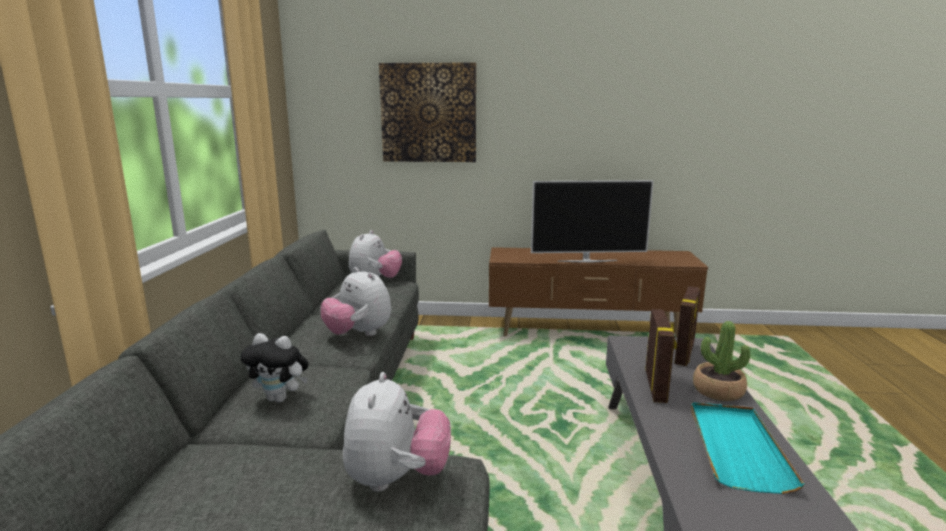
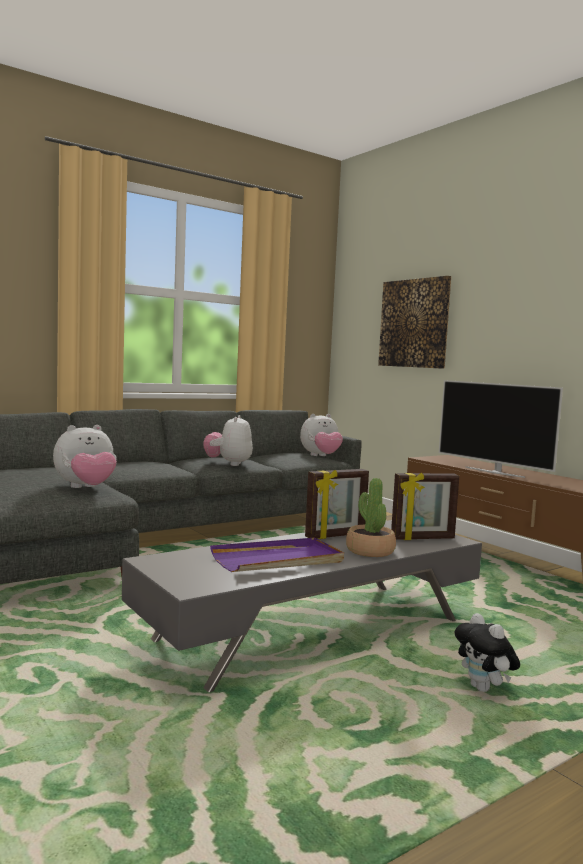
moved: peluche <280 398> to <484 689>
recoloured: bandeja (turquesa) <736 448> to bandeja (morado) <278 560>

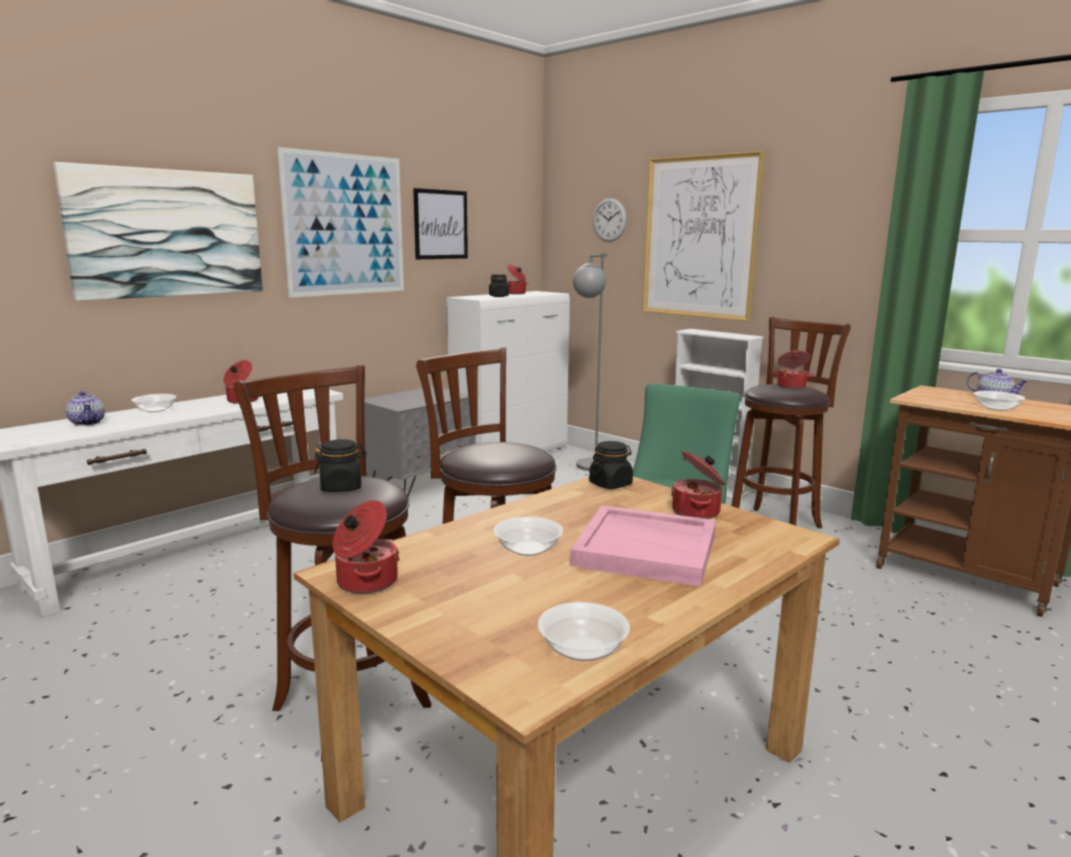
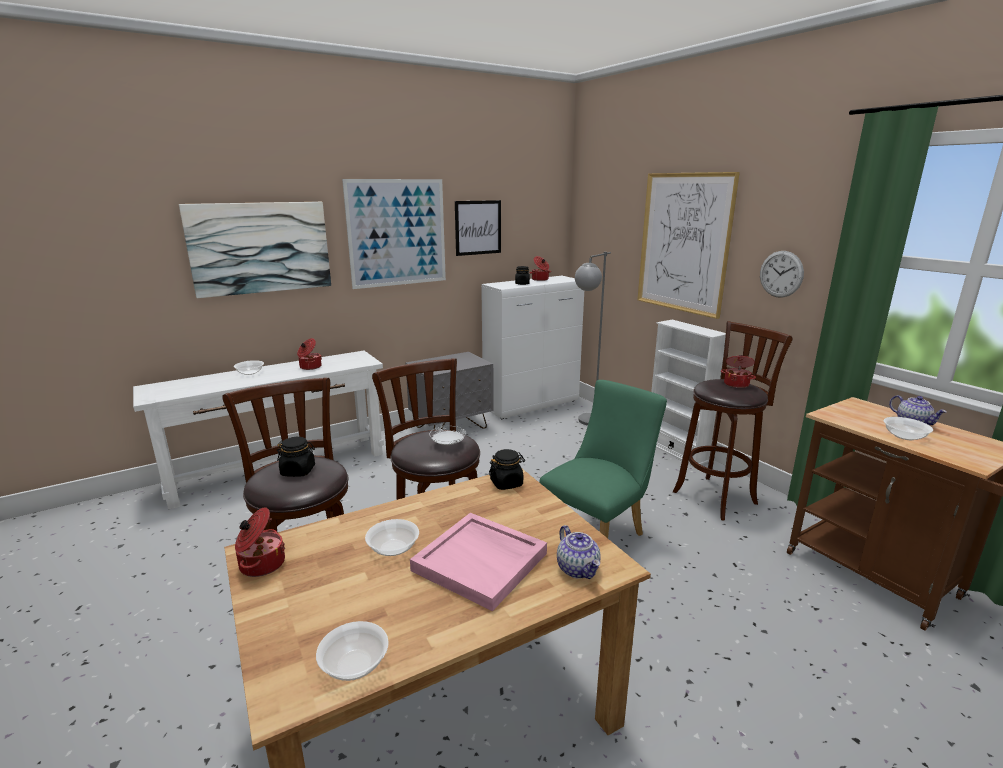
removed: olla <697 512>
added: plato (blanco) <448 444>
moved: tetera <88 423> to <578 569>; reloj de pared <609 220> to <781 274>

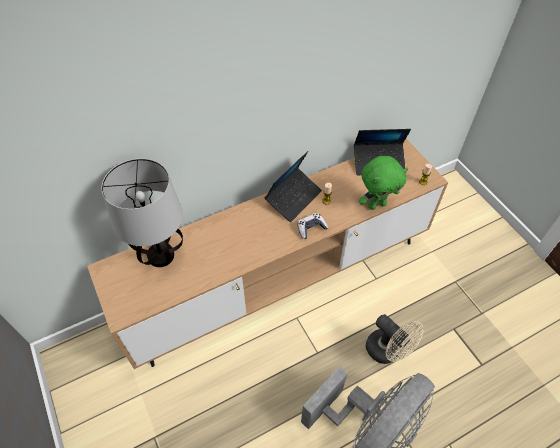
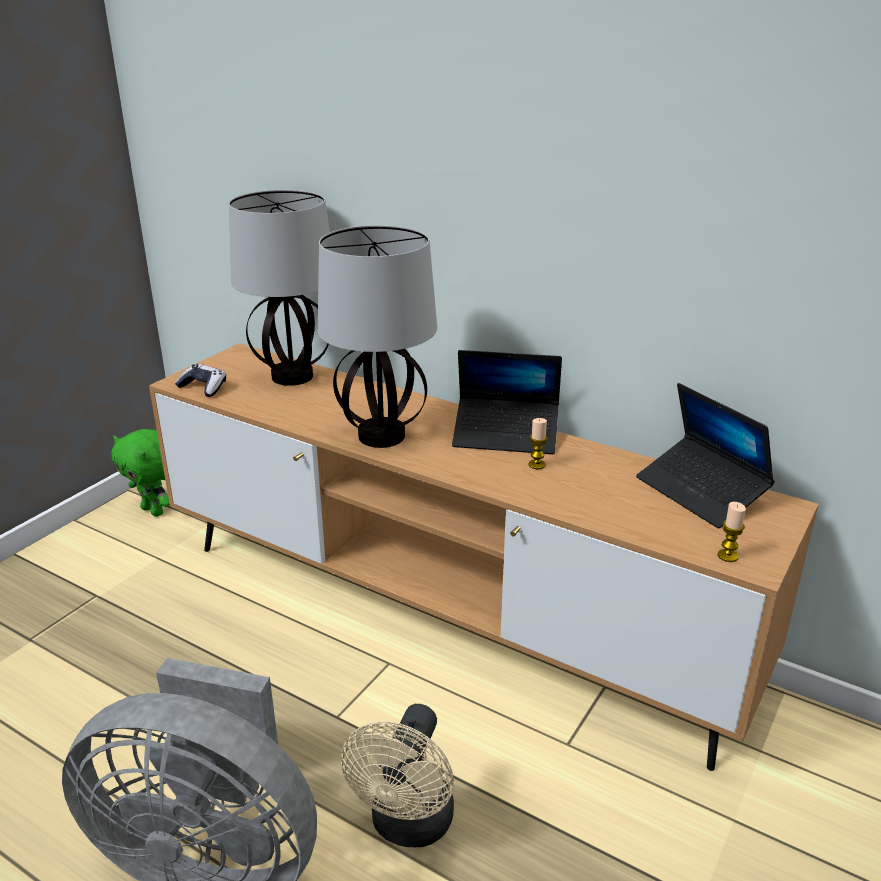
added: lámpara de mesa <380 436>
moved: mando de consola <311 228> to <203 387>; peluche (verde) <376 204> to <154 511>

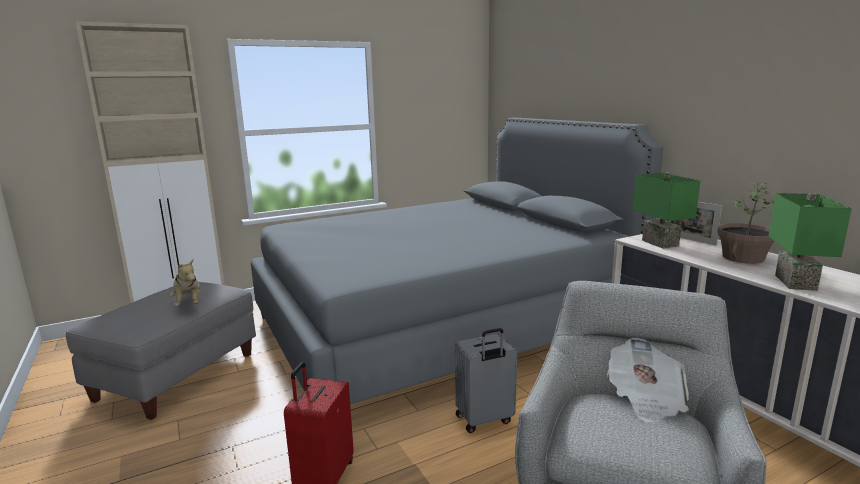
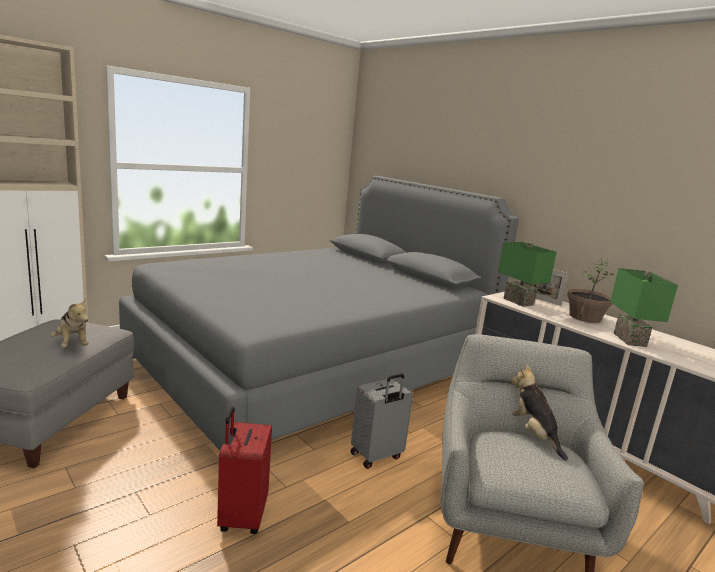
replaced: periódico <645 398> to peluche <533 434>

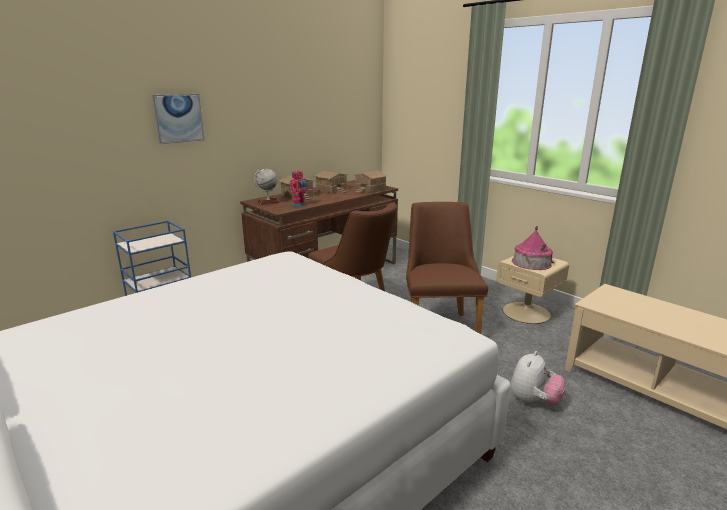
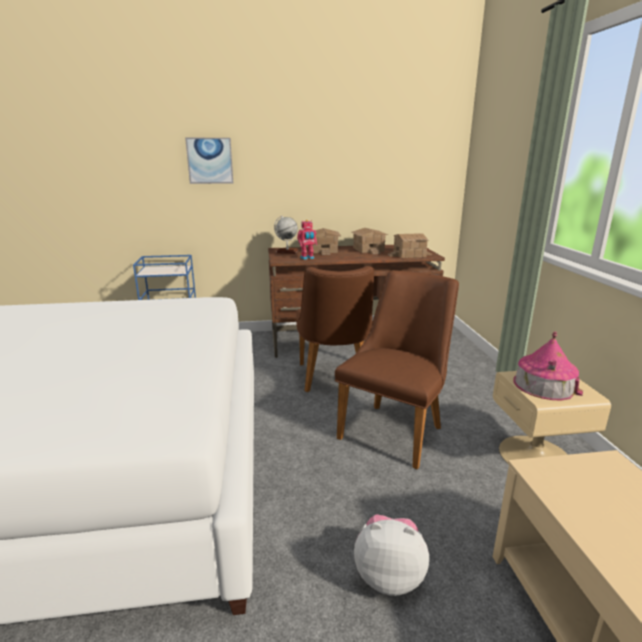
turned: peluche <533 401> = <389 575> 150 degrees counterclockwise

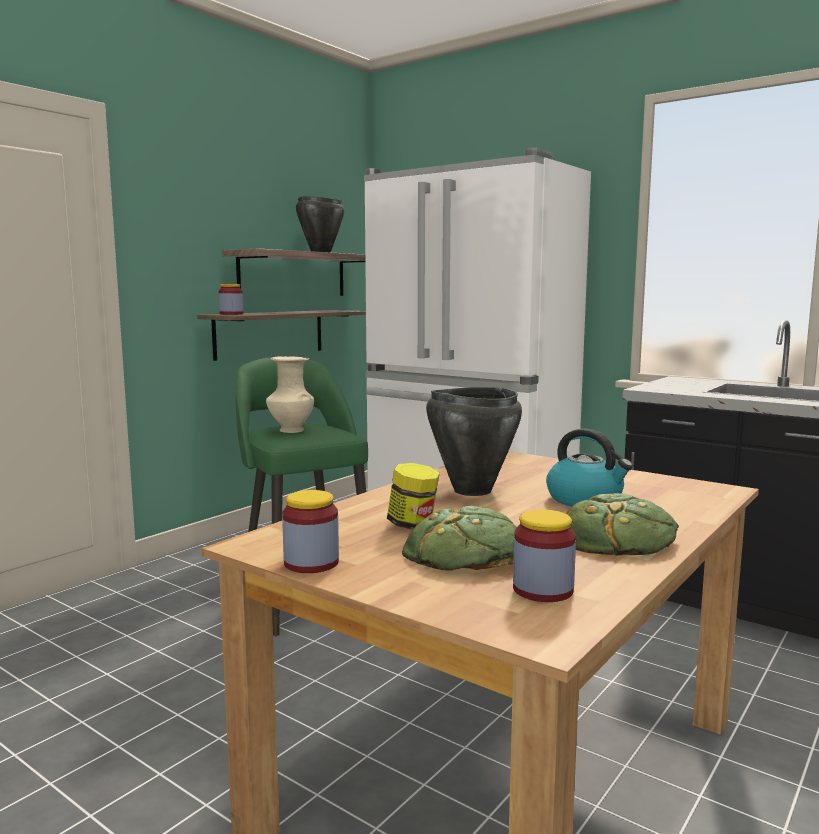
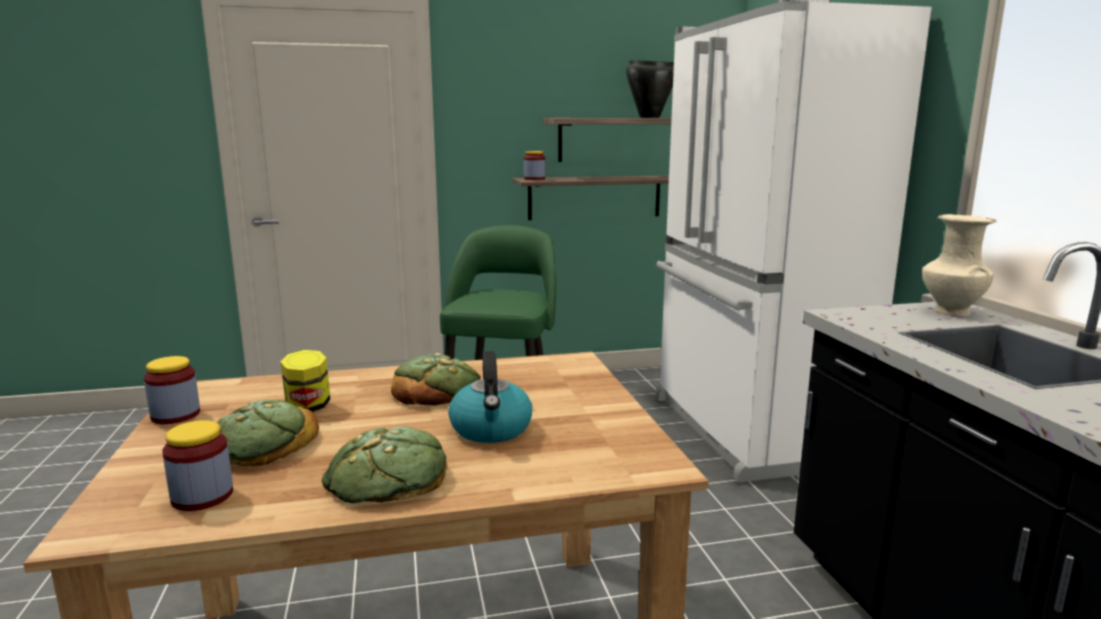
moved: florero (beis) <290 430> to <950 311>
replaced: olla (negro) <471 491> to pan <437 389>

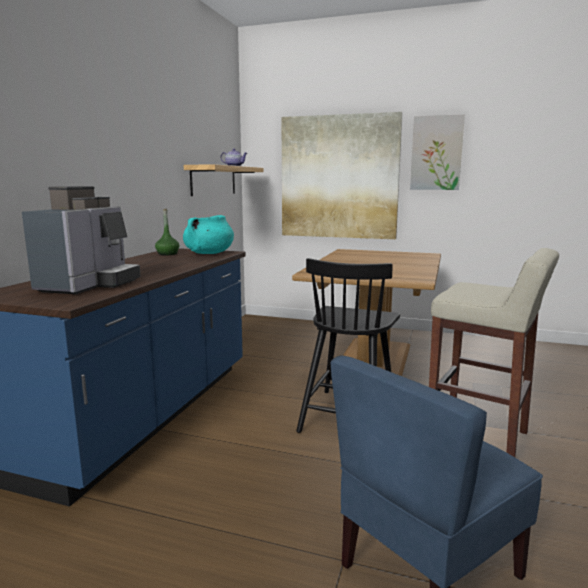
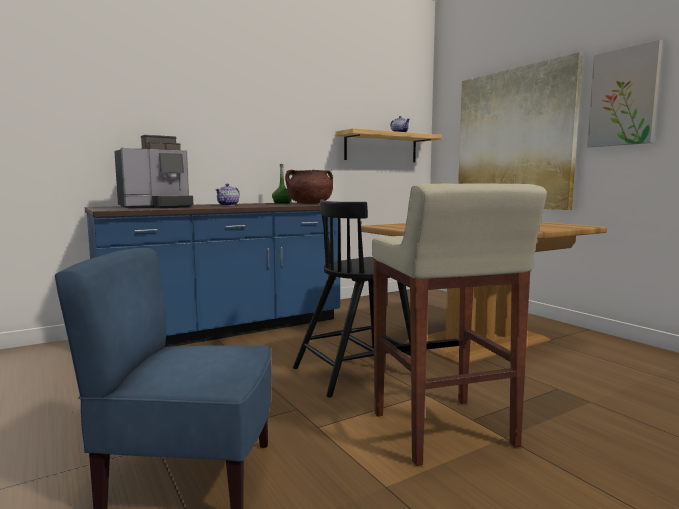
added: tetera <228 205>
recoloured: olla (turquesa) <209 253> to olla (marrón) <310 204>

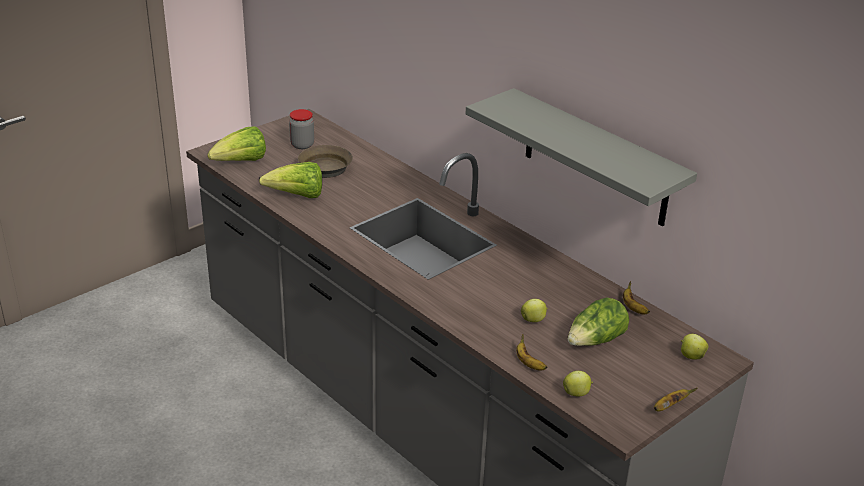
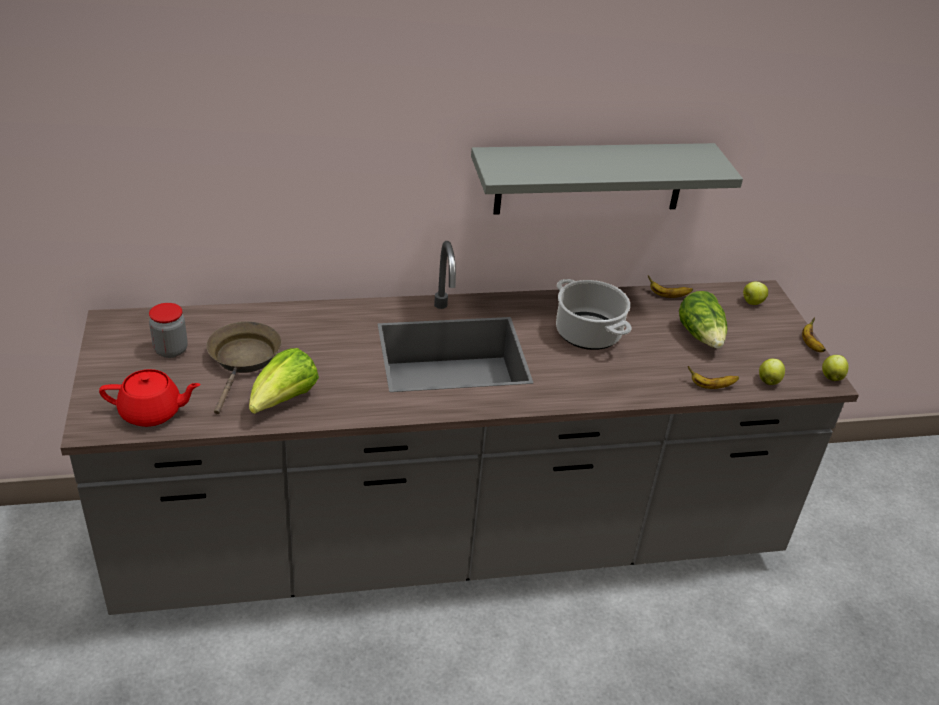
added: olla <587 333>
moved: manzana <533 320> to <831 377>
replaced: lechuga <241 162> to tetera (rojo) <152 412>

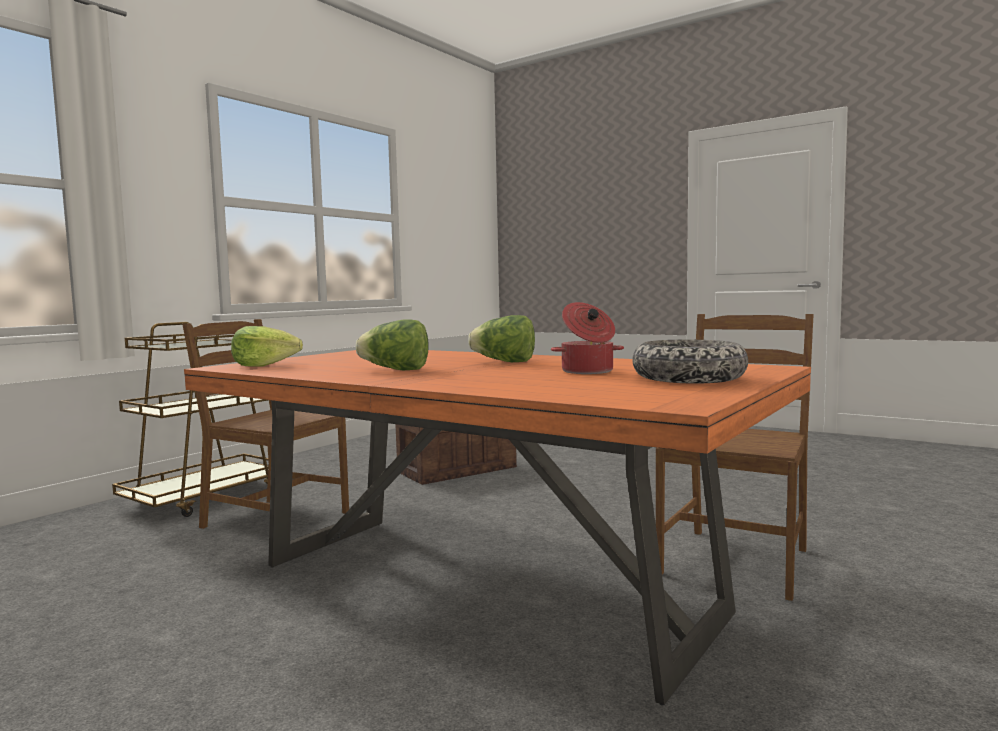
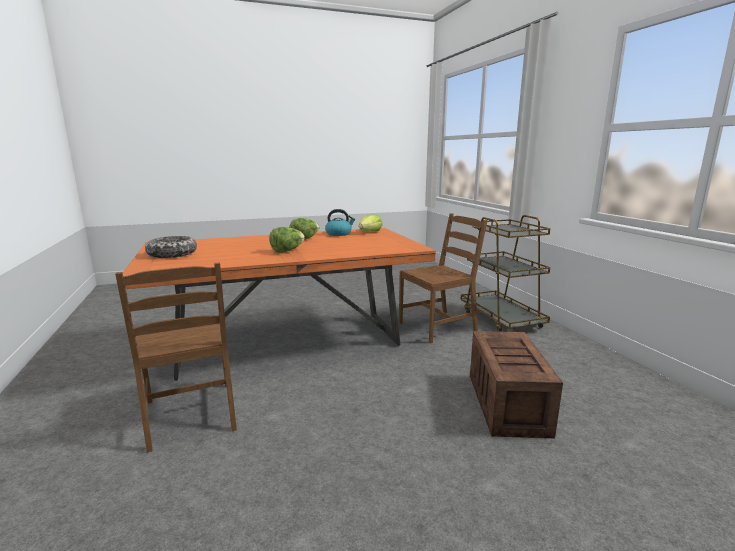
removed: olla <587 371>
added: hervidor <339 234>

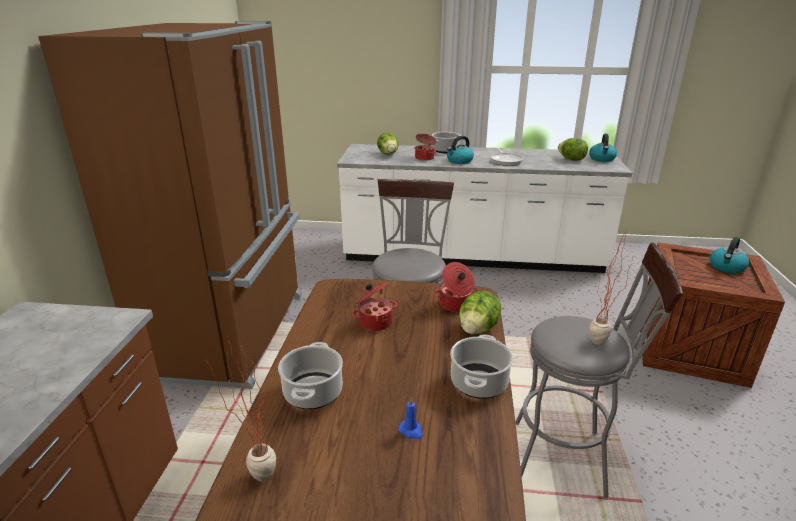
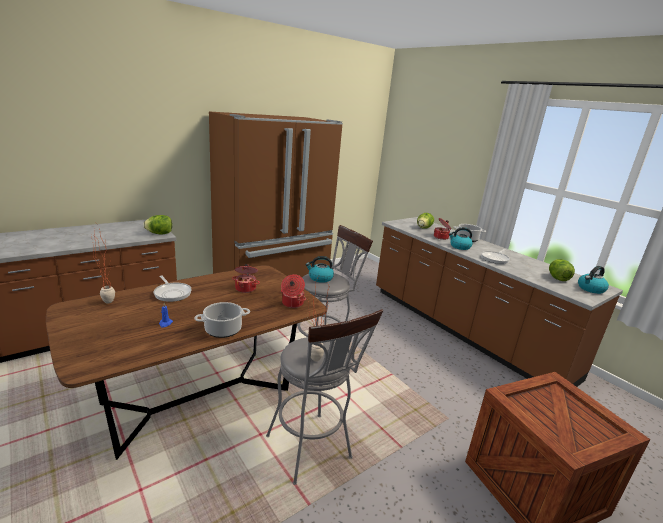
moved: lechuga <477 329> to <159 233>; hervidor <726 267> to <320 278>
replaced: olla <313 392> to sartén <172 293>
recoloured: mueble bajo de cocina (blanco) <472 257> to mueble bajo de cocina (marrón) <463 330>

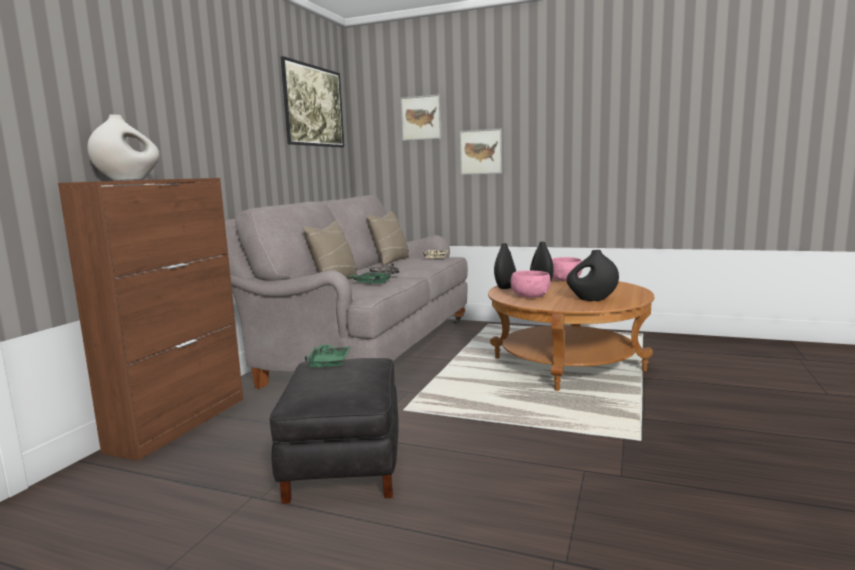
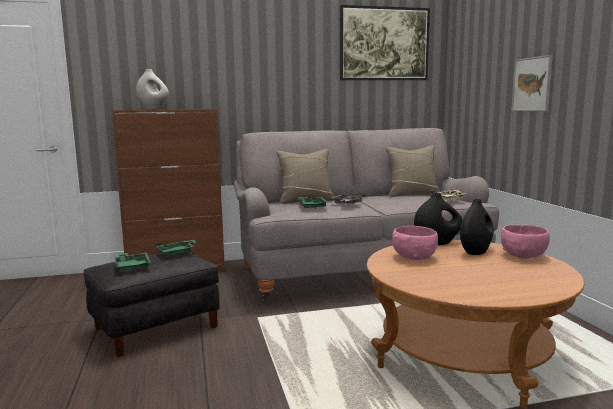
removed: cuadro <421 118>; florero (negro) <592 299>
added: bandeja (verde) <132 267>

